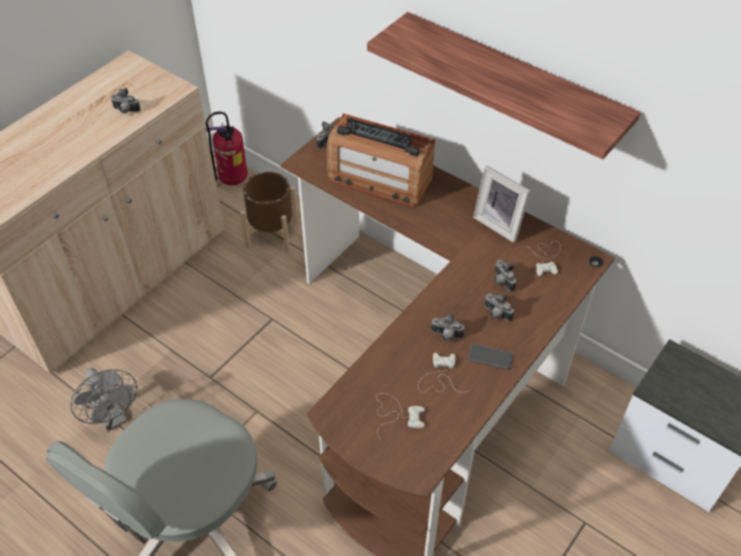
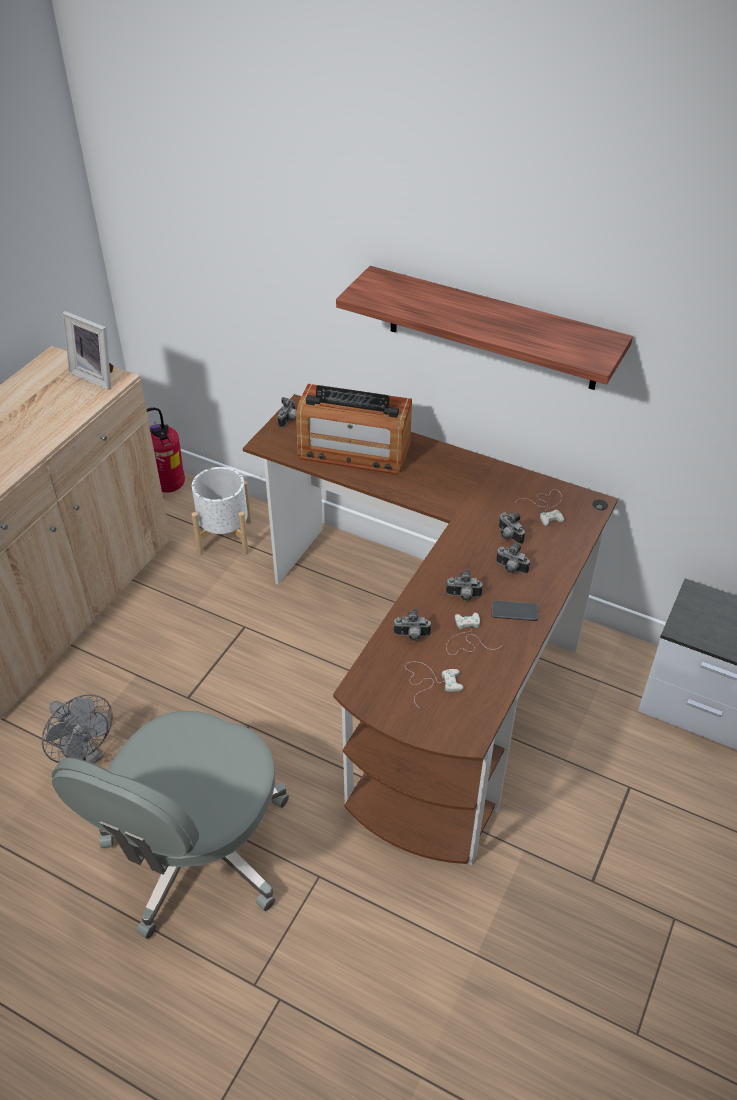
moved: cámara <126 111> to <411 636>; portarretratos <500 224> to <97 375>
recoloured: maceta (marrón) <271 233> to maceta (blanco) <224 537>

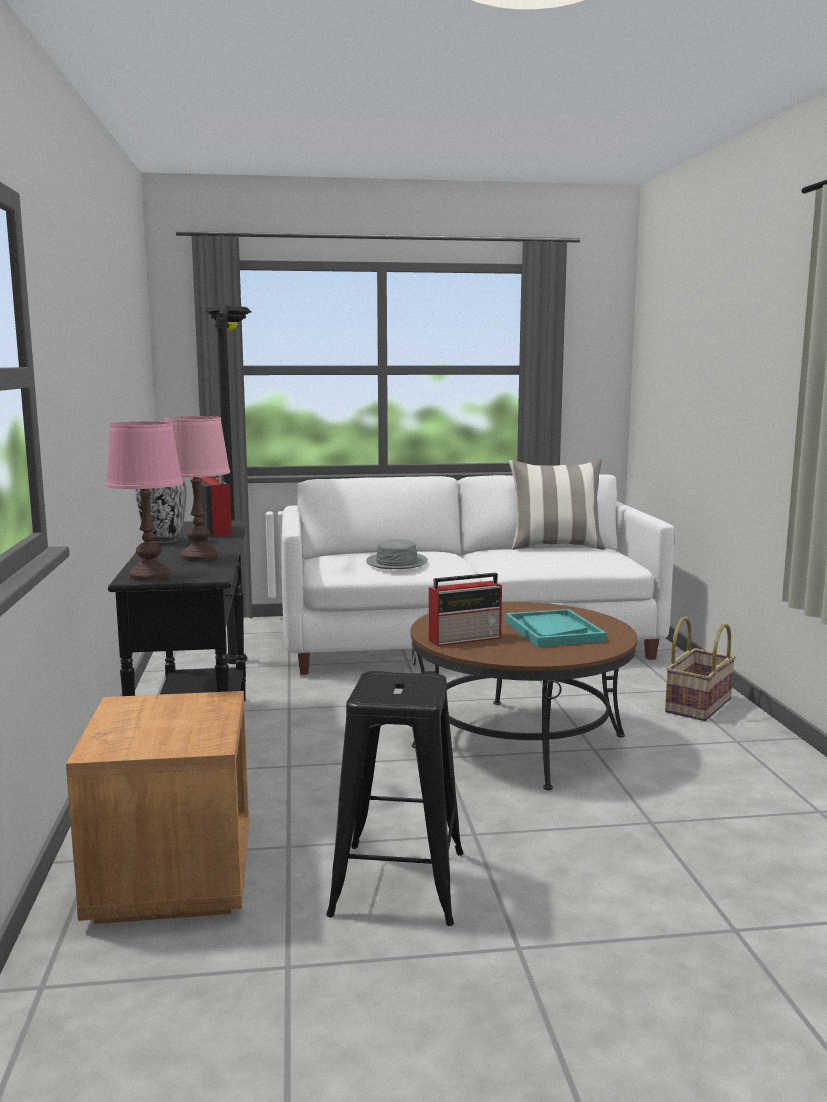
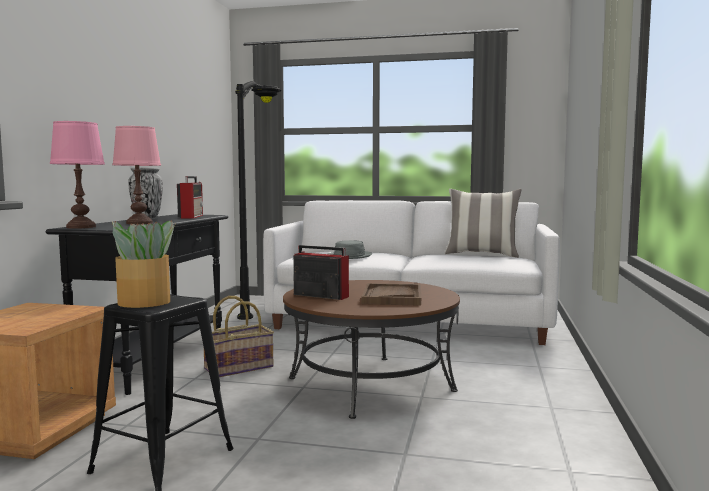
added: planta en maceta <145 302>
moved: cesta <697 705> to <239 367>
recoloured: bandeja (turquesa) <553 631> to bandeja (marrón) <392 297>
turned: radio <466 638> = <319 296> 150 degrees counterclockwise

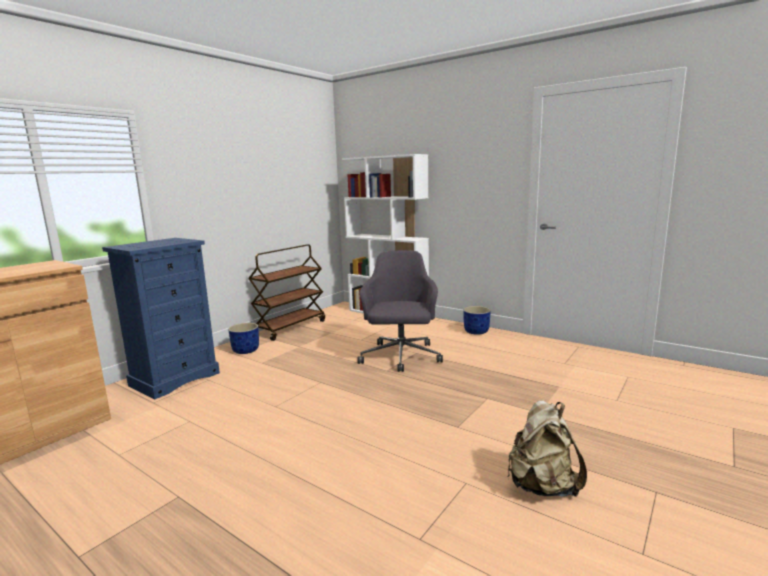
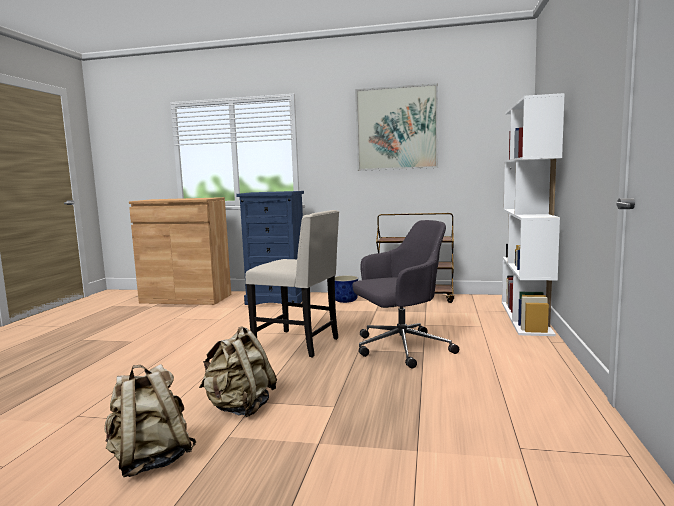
removed: maceta (azul) <476 331>
added: mochila (beis) <240 408>; silla (beis) <299 344>; cuadro <396 128>

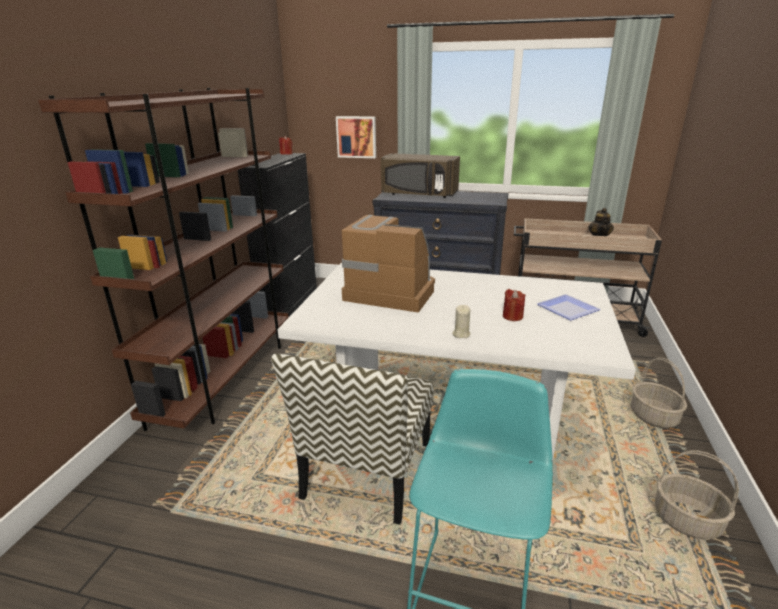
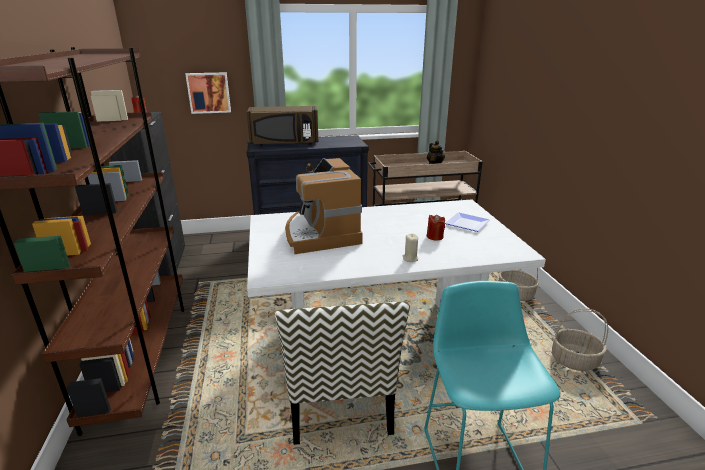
turned: cafetera <390 292> = <321 234> 105 degrees counterclockwise

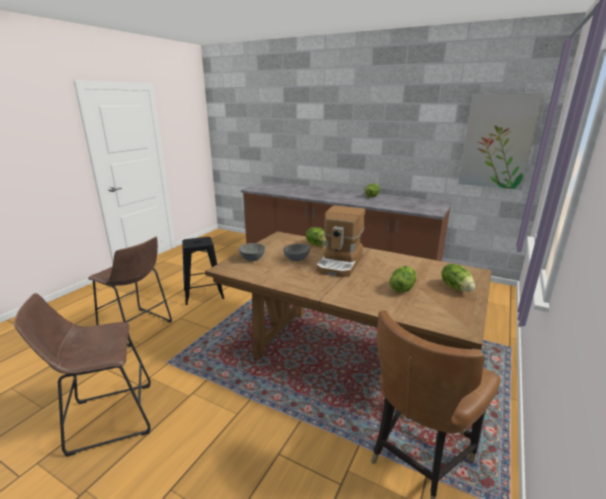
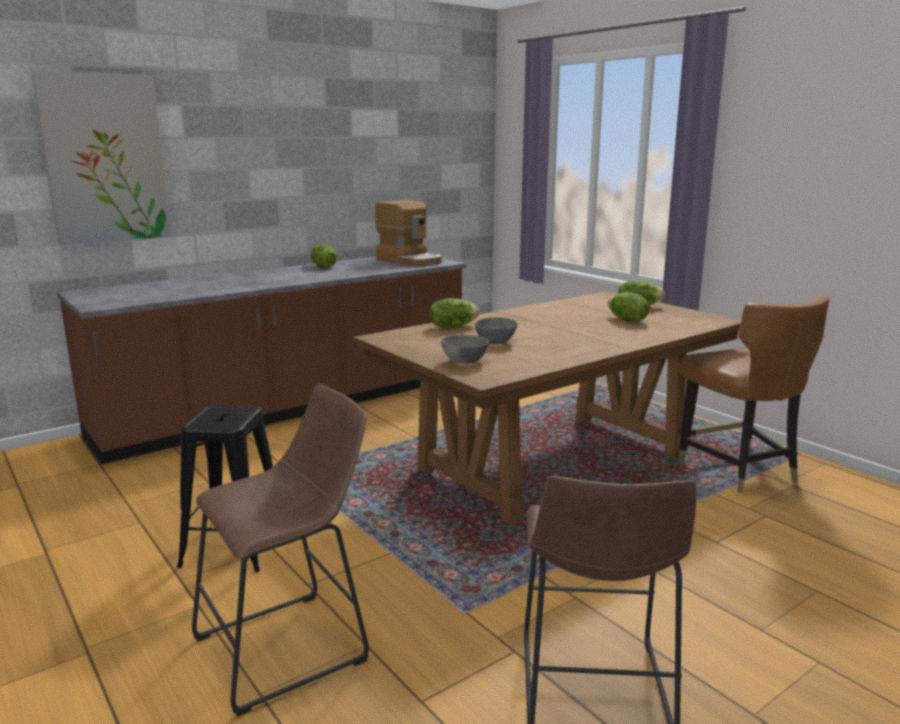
moved: cafetera <340 263> to <410 261>; cuadro <497 141> to <105 159>

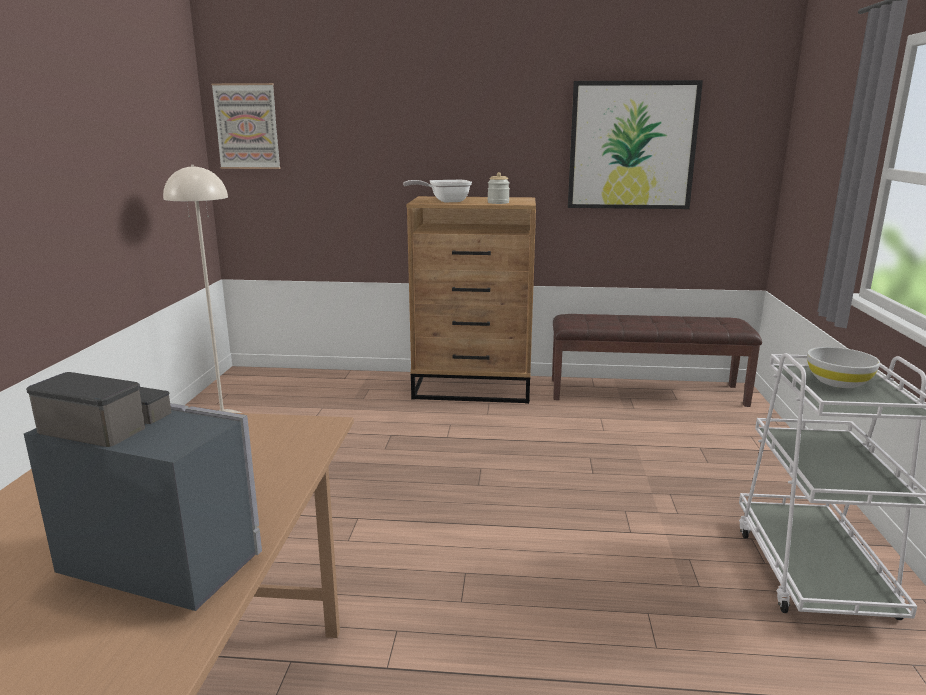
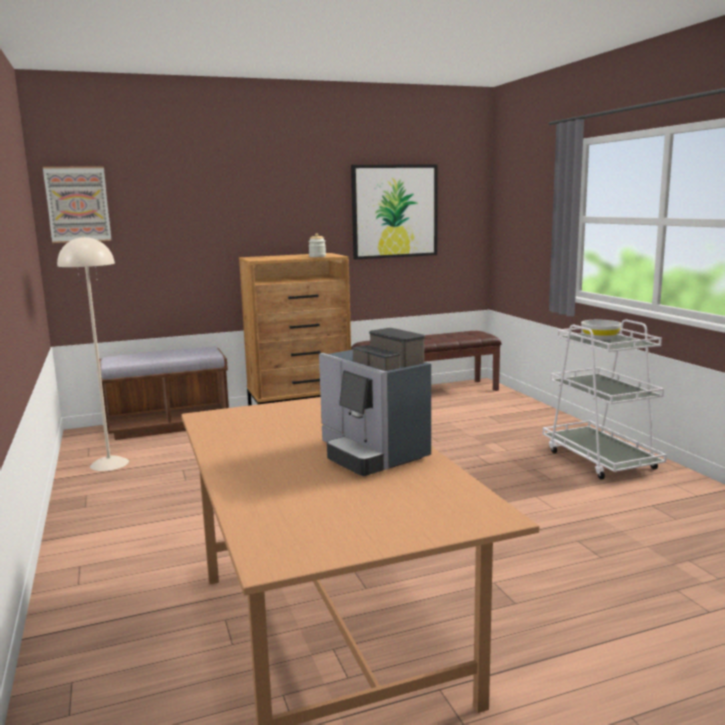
removed: sartén <445 201>
added: banco (marrón) <168 425>
turned: cafetera <163 558> = <372 454> 120 degrees counterclockwise

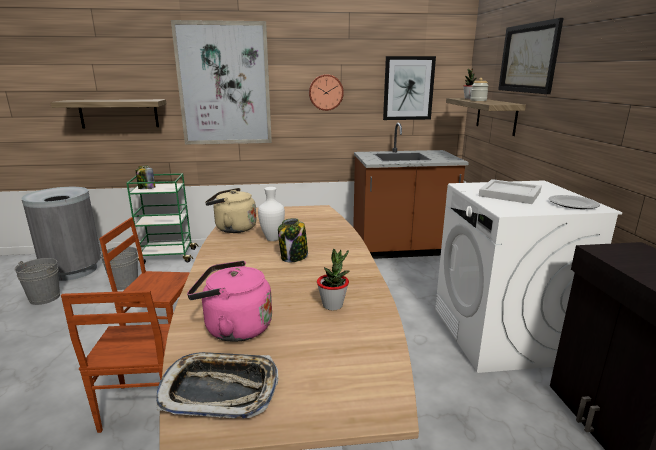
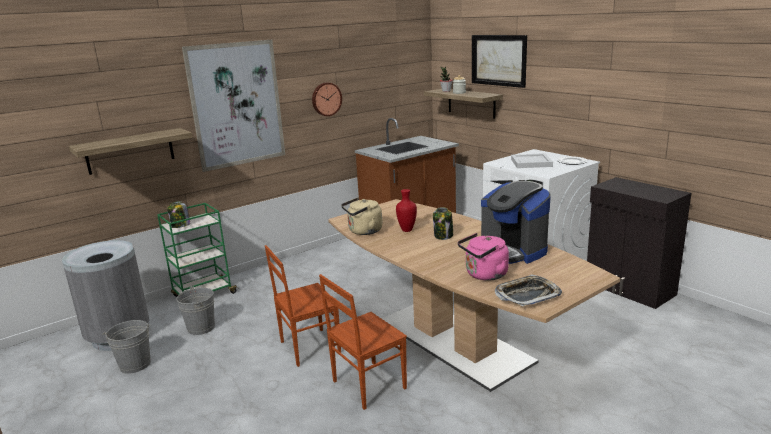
removed: cuadro <408 88>
replaced: planta en maceta <332 305> to cafetera <512 251>
recoloured: florero (blanco) <272 239> to florero (rojo) <407 230>
turned: silla (marrón) <144 407> = <367 384> 90 degrees clockwise

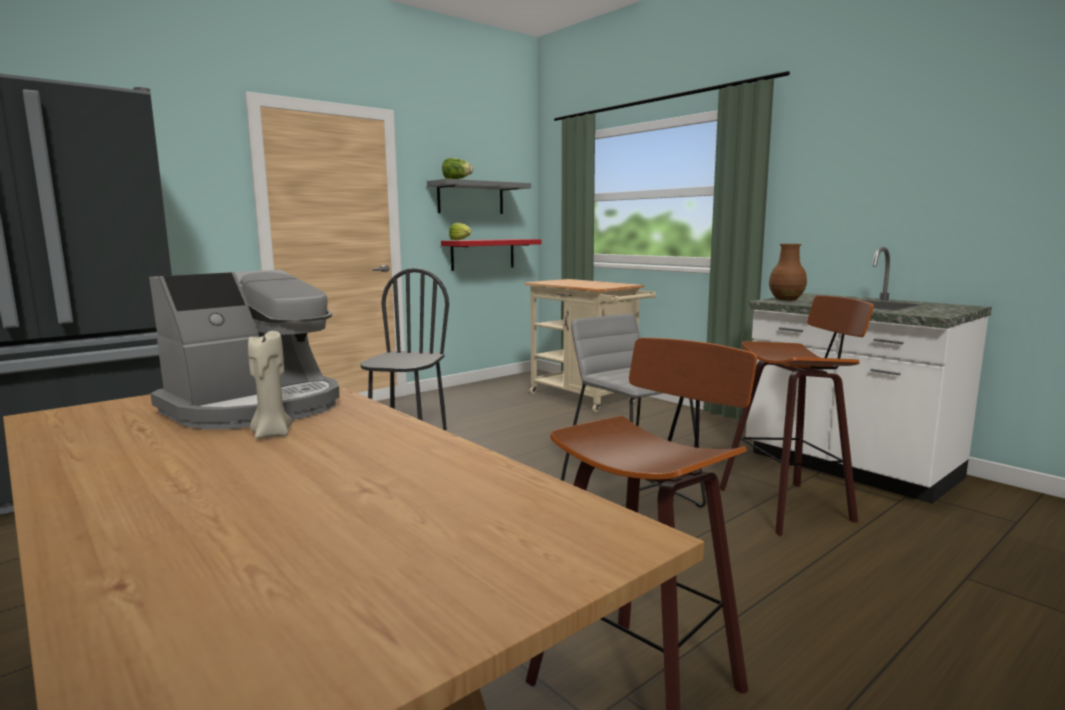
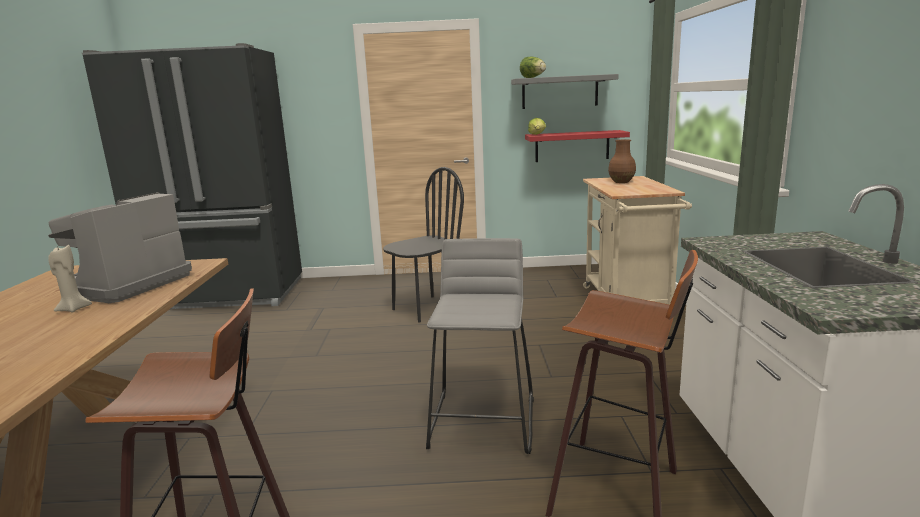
moved: florero (marrón) <786 299> to <622 182>
turned: cafetera <256 407> = <126 285> 120 degrees clockwise

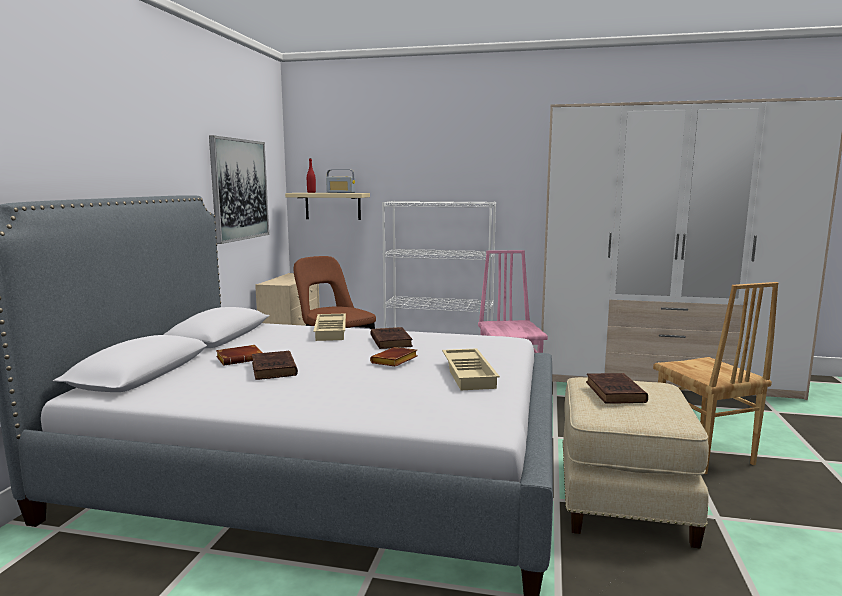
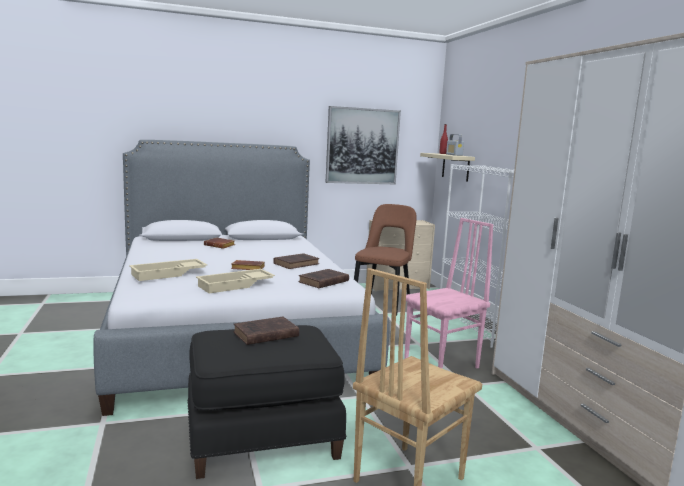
moved: libro (marrón) <274 369> to <323 282>; bandeja (beis) <332 331> to <168 274>
recoloured: puf (beis) <621 498> to puf (negro) <262 436>

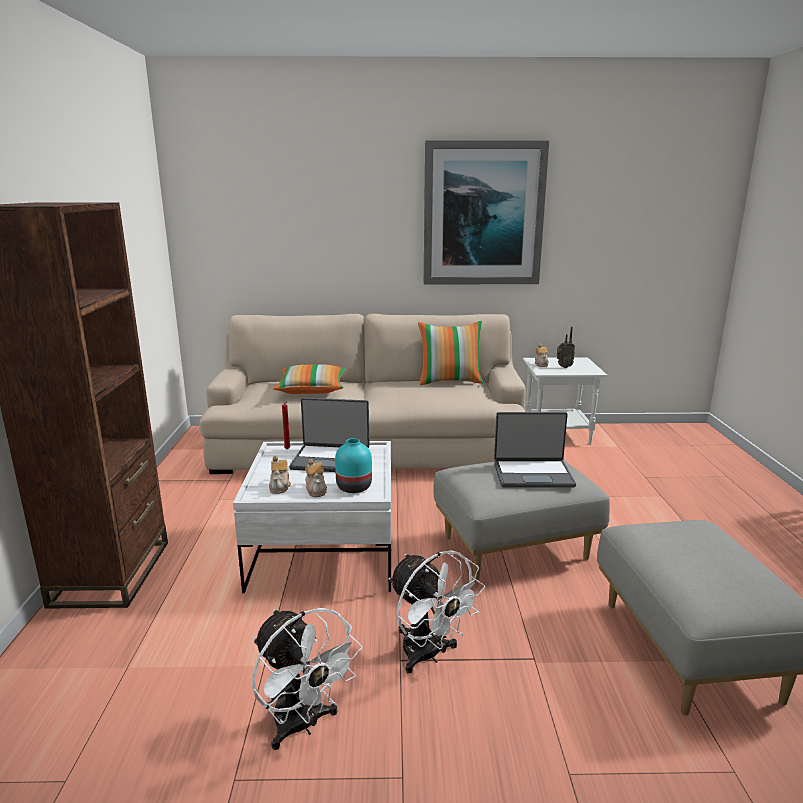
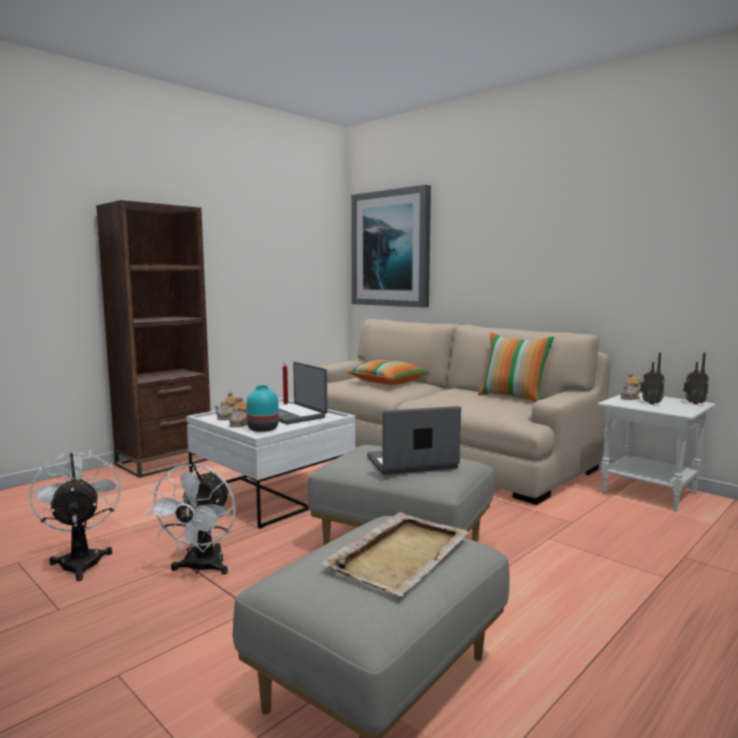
added: bandeja (beis) <401 554>; radio <694 403>
moved: cuadro <483 214> to <391 249>
turned: ventilador (blanco) <302 725> = <81 560> 150 degrees clockwise; portátil <533 474> = <412 463> 120 degrees clockwise

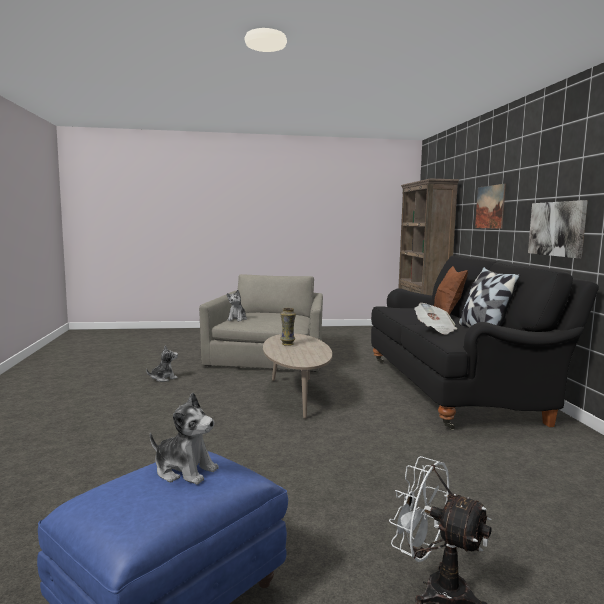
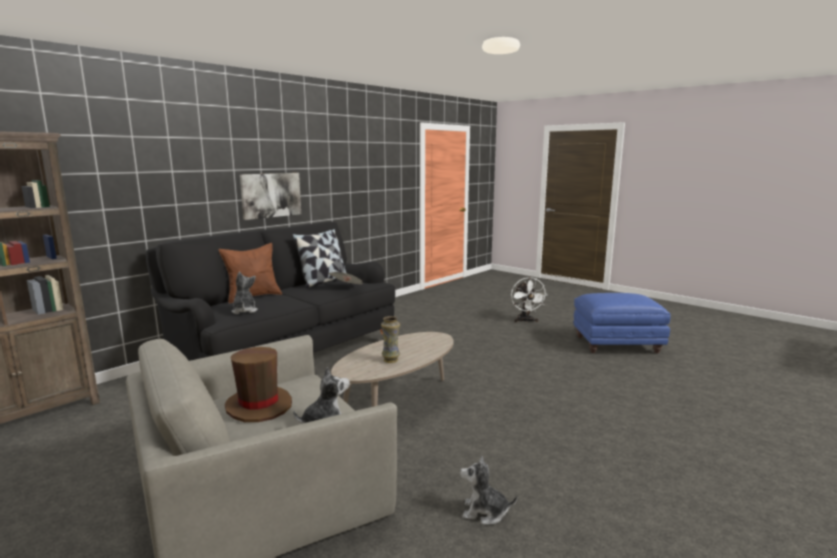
removed: cuadro <490 207>
added: sombrero (marrón) <259 406>
moved: peluche <184 470> to <244 311>

